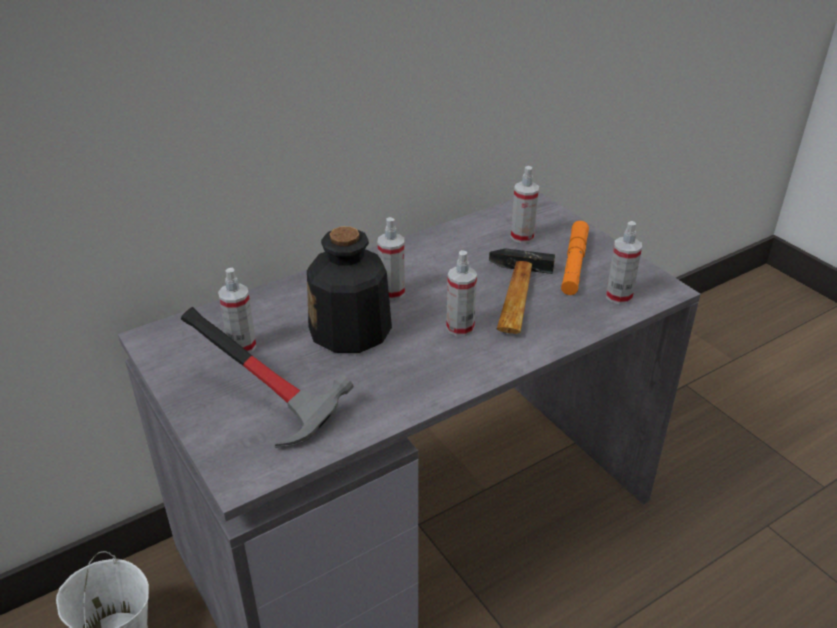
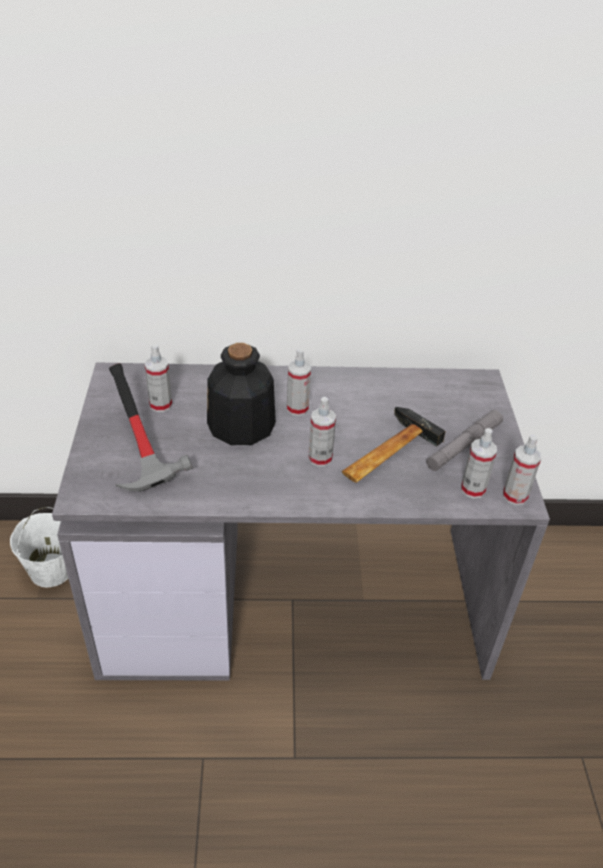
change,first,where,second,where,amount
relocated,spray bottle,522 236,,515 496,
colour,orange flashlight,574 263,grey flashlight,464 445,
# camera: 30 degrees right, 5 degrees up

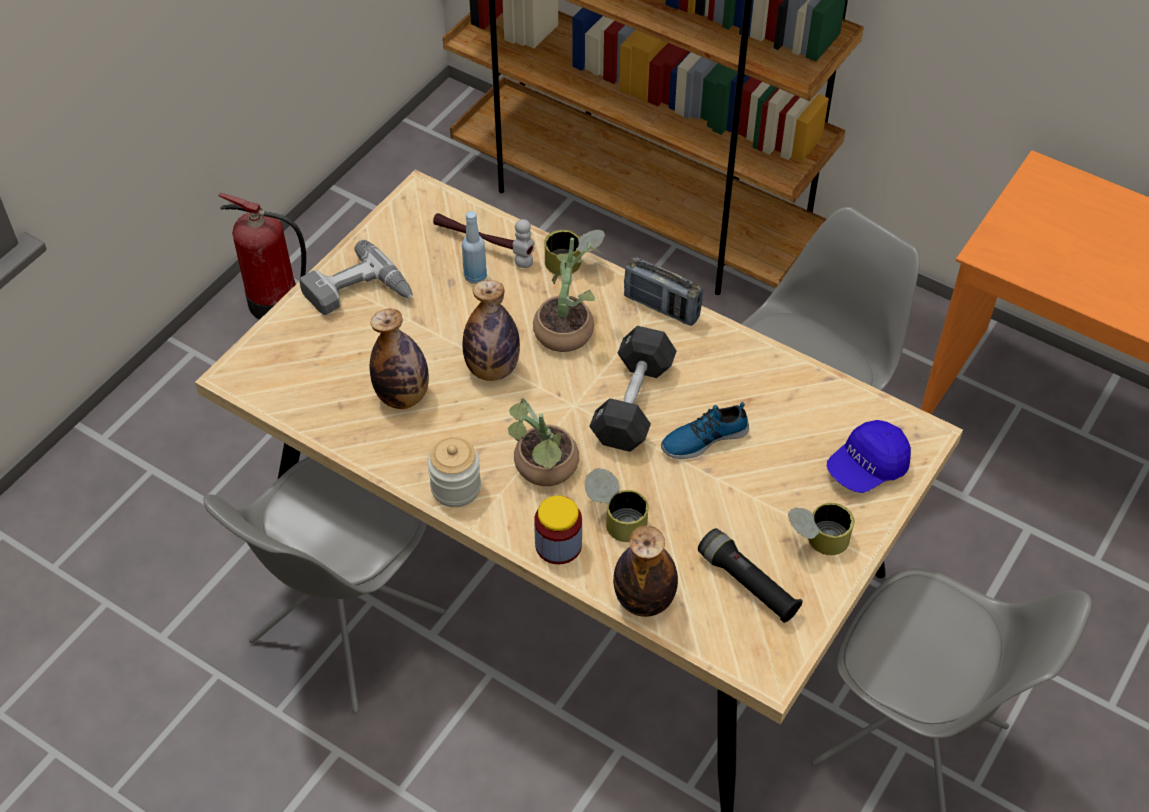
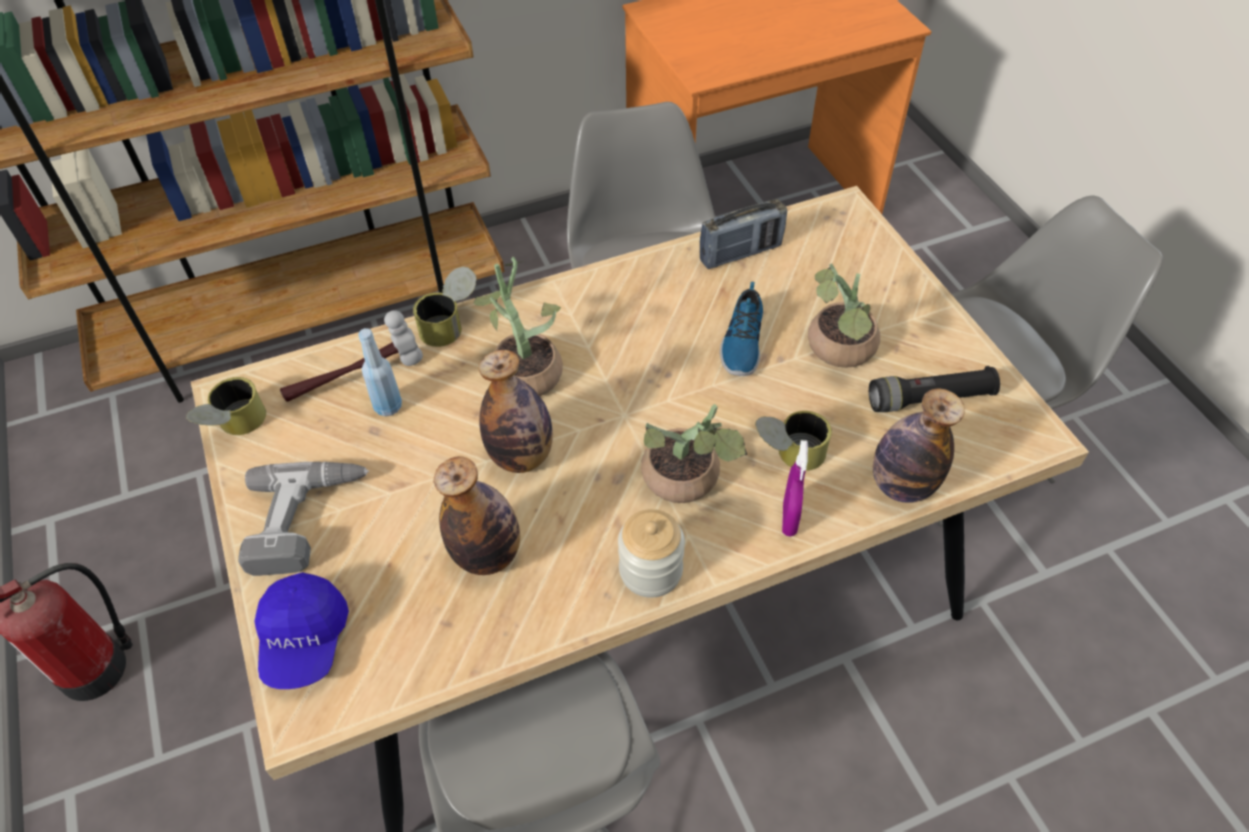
change,first,where,second,where,amount
missing,black dumbbell,633 403,,,
appeared,,,potted plant,838 352,
relocated,radio,661 307,,740 253,
relocated,can,816 540,,235 428,
relocated,blue cap,867 467,,304 640,
exchanged,jar,558 545,purple spray bottle,789 519,
# camera: 55 degrees left, 0 degrees up

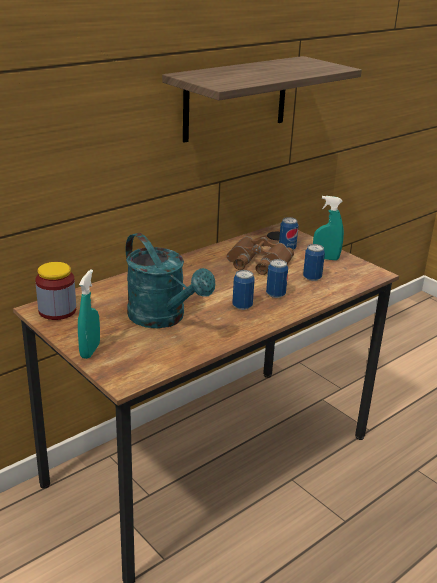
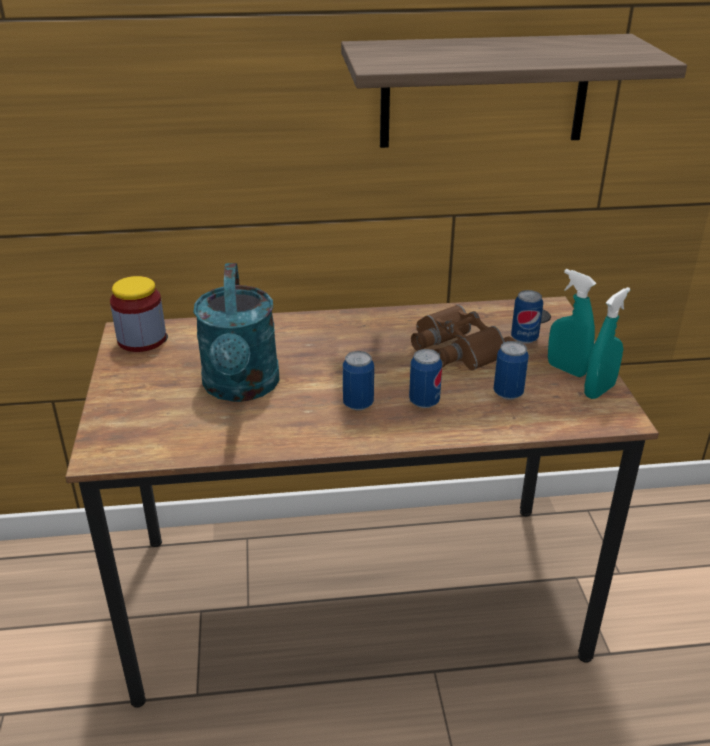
change,first,where,second,where,amount
relocated,turquoise spray bottle,90 351,,599 390,
# camera: 35 degrees right, 5 degrees up

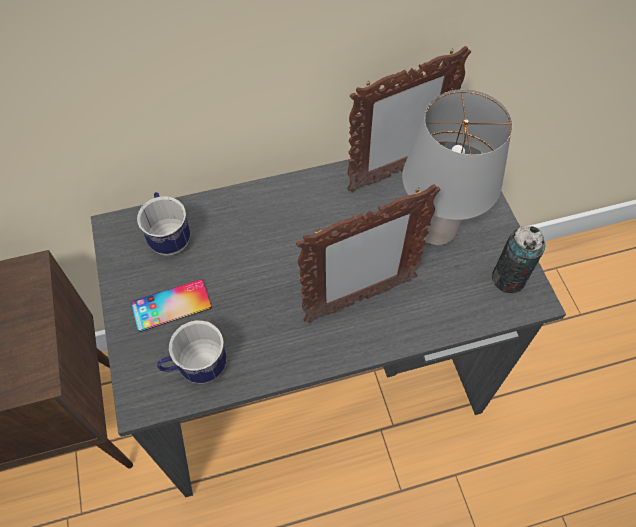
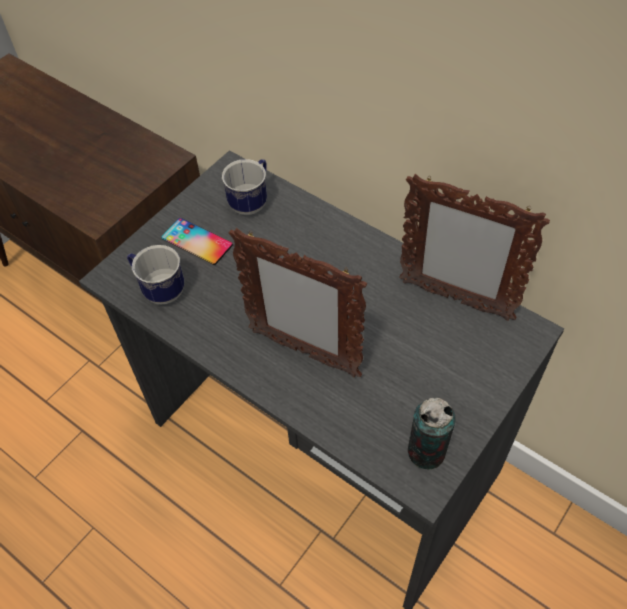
change,first,where,second,where,amount
missing,grey table lamp,435 229,,,
# camera: 55 degrees right, 5 degrees down

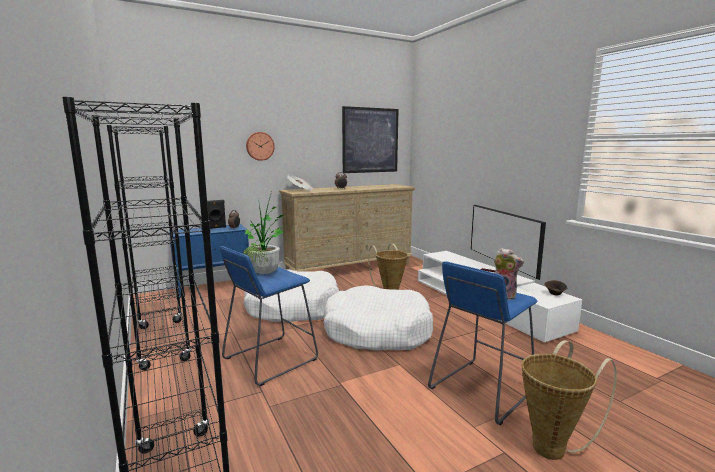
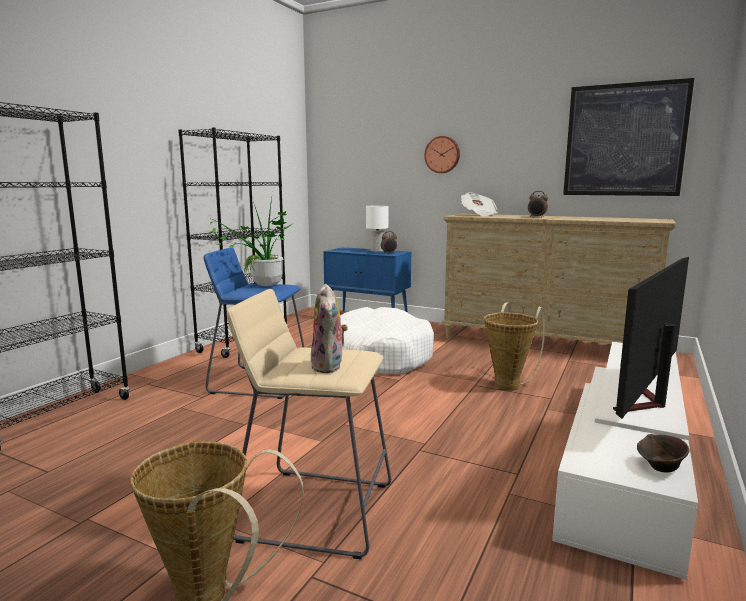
change,first,where,second,where,amount
missing,white dog bed,377 331,,,
exchanged,black speaker,215 228,white table lamp,377 251,
colour,blue stool,482 390,beige stool,316 510,
# camera: 55 degrees right, 0 degrees up

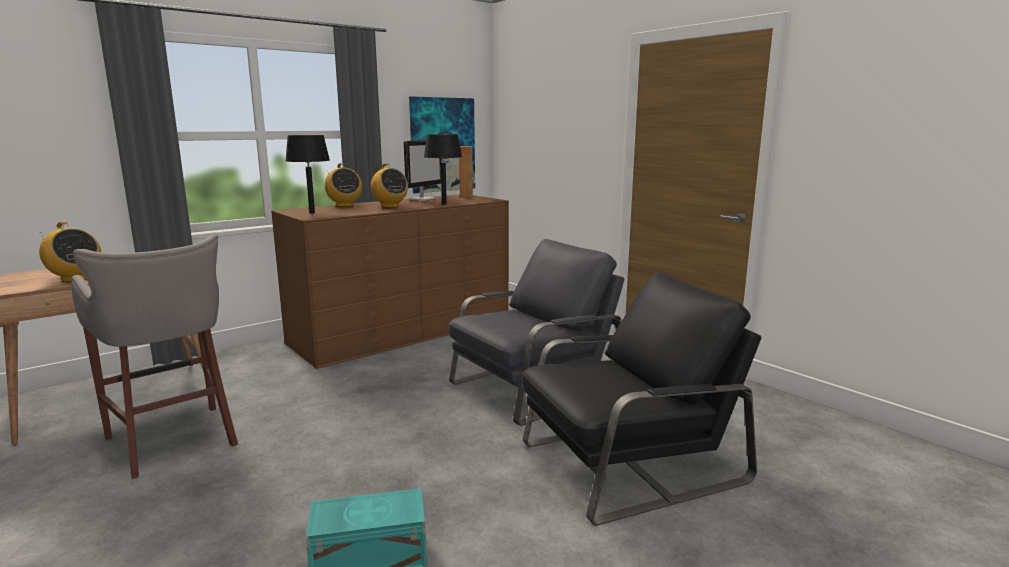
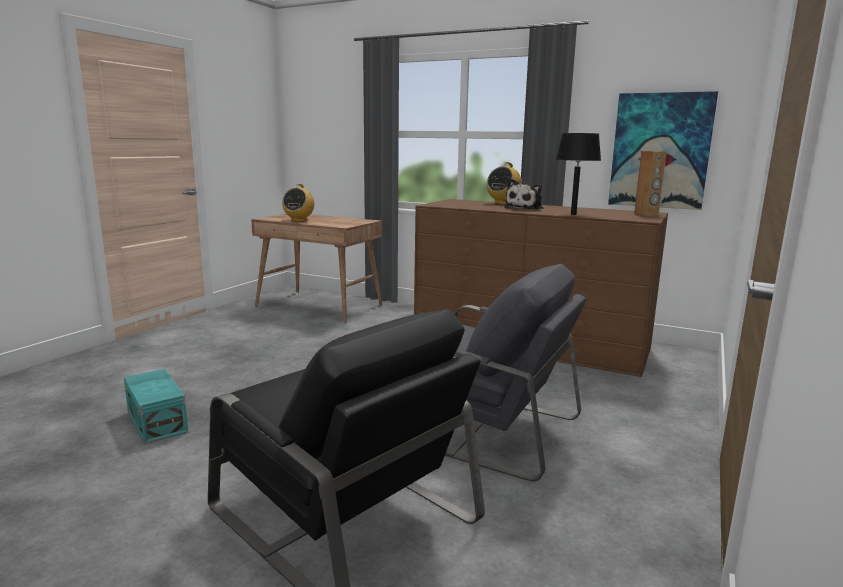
change,first,where,second,where,amount
missing,grey stool,175 441,,,
missing,black table lamp,312 213,,,
missing,monitor,422 199,,,
exchanged,radio,390 206,plush toy,525 208,
# camera: 65 degrees right, 0 degrees up

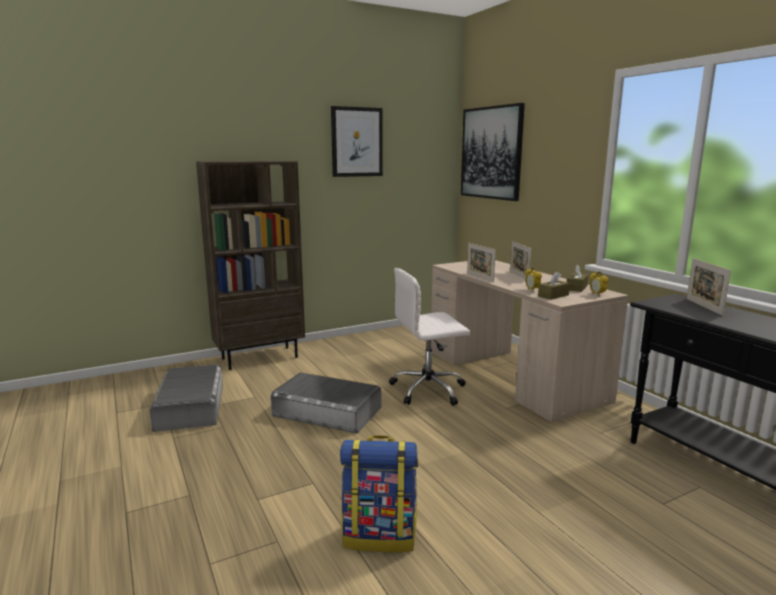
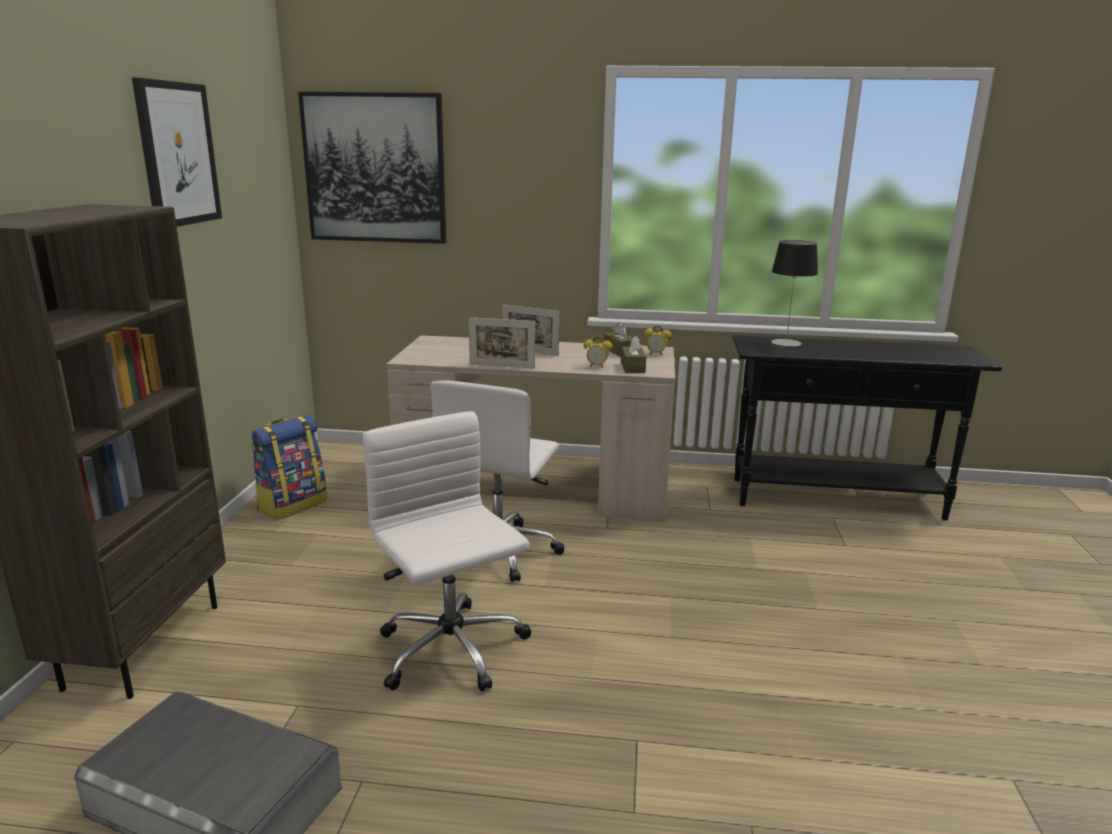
change,first,where,second,where,amount
relocated,backpack,380 535,,292 505,
exchanged,grey storage box,327 411,white office chair,452 651,
exchanged,picture frame,703 306,table lamp,786 343,
# camera: 55 degrees left, 5 degrees up

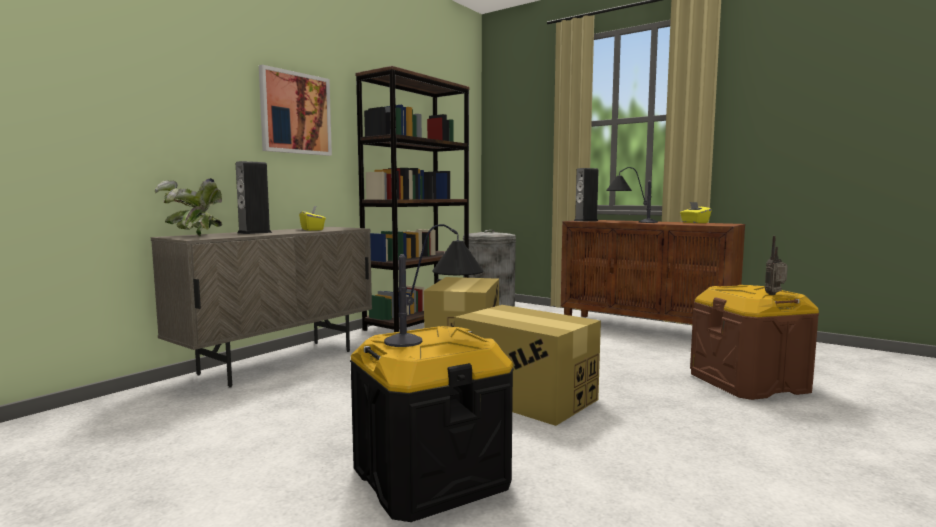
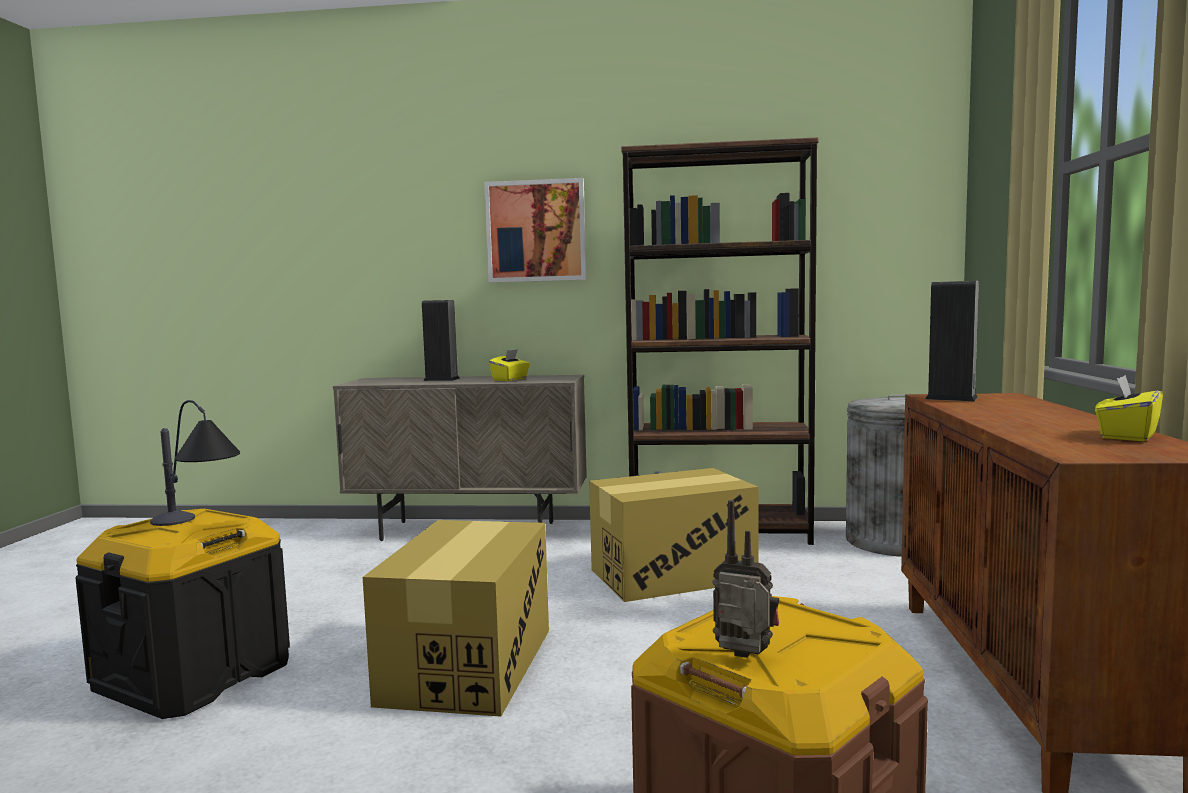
change,first,where,second,where,amount
missing,potted plant,194 236,,,
missing,table lamp,628 222,,,
# camera: 60 degrees right, 0 degrees up

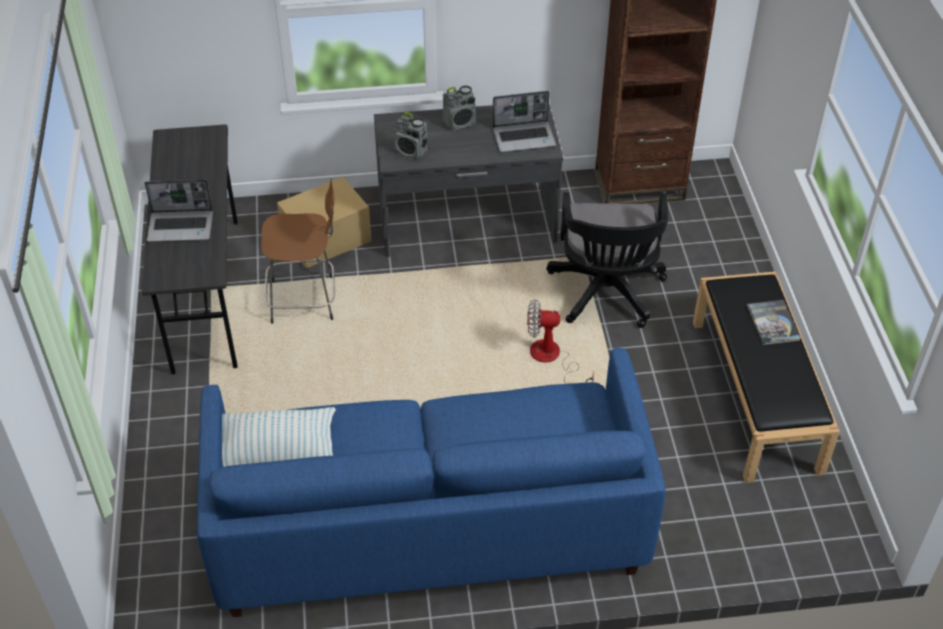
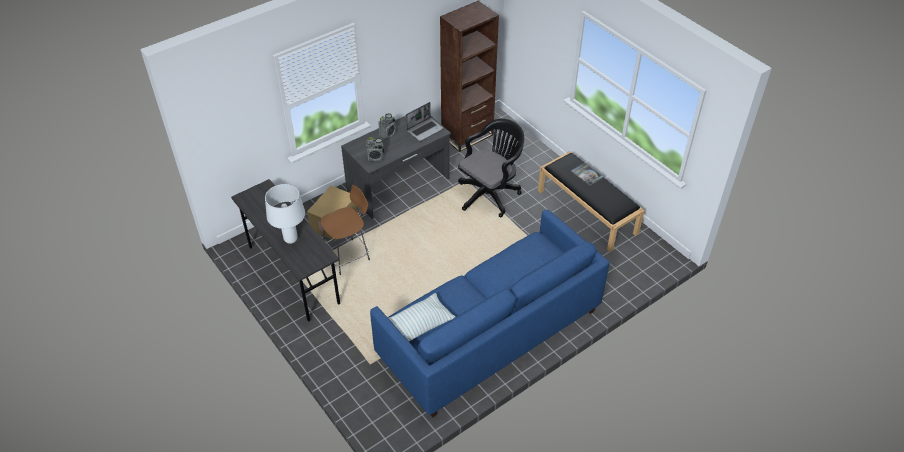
change,first,where,second,where,amount
missing,fan,552 359,,,
exchanged,laptop,181 226,white table lamp,291 239,
spun,black office chair,606 294,,490 194,105 degrees counterclockwise
# camera: 30 degrees left, 0 degrees up

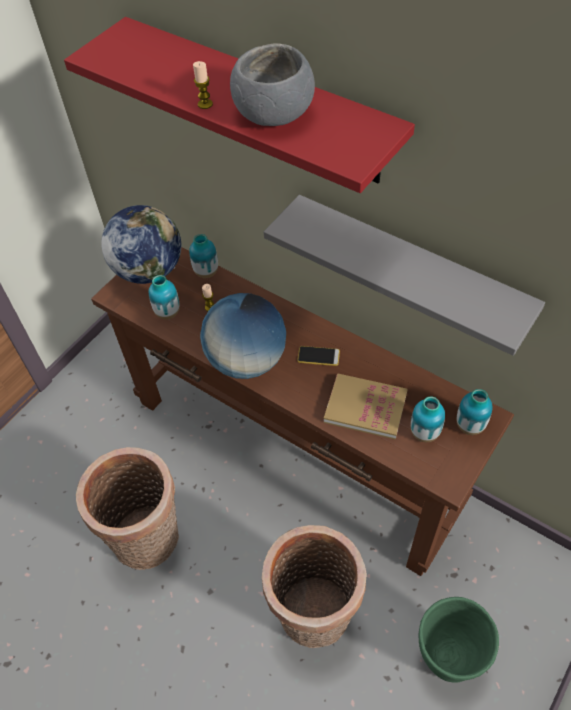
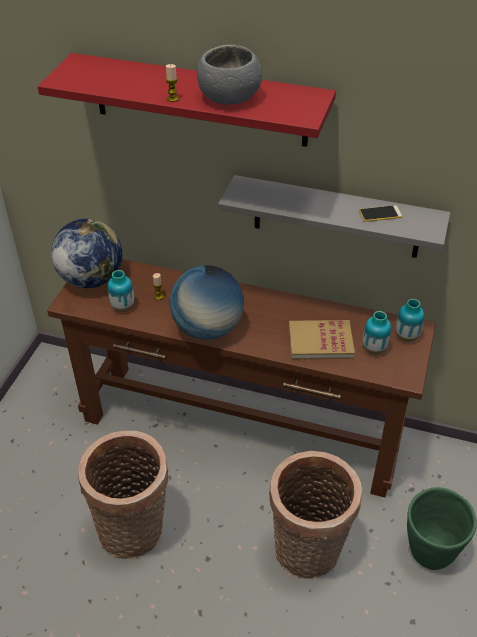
change,first,where,second,where,amount
missing,vase,206 272,,,
relocated,phone,318 356,,380 214,
# camera: 20 degrees left, 10 degrees down

